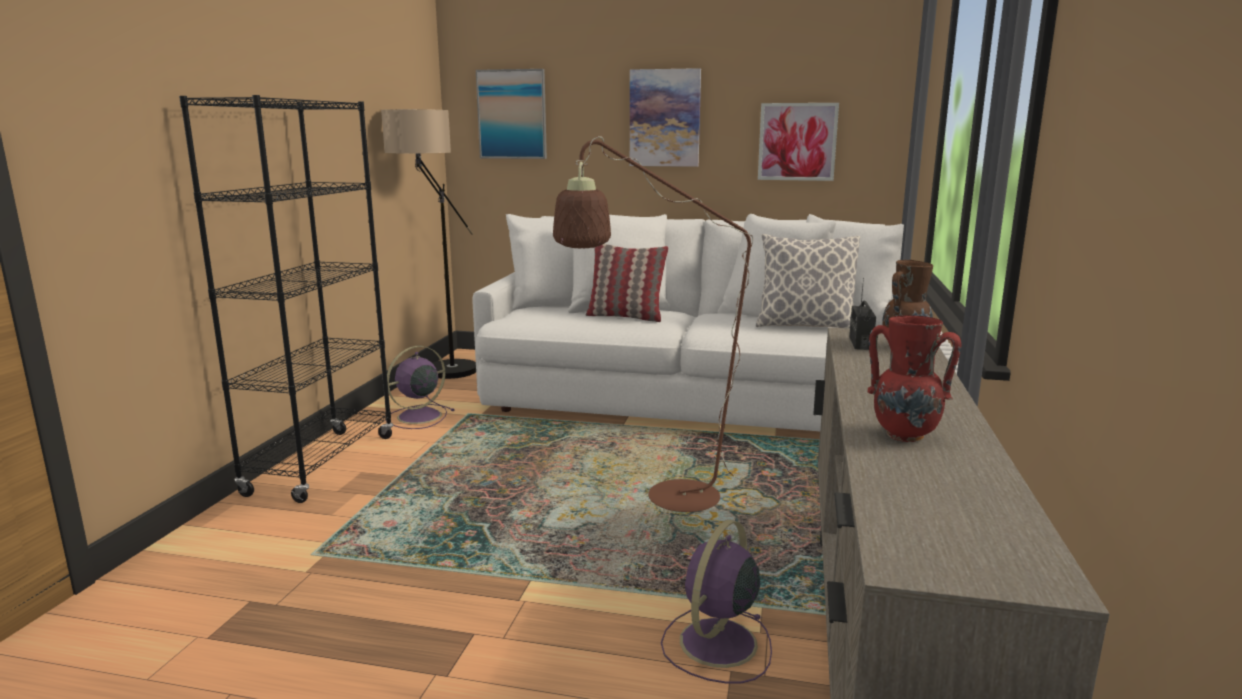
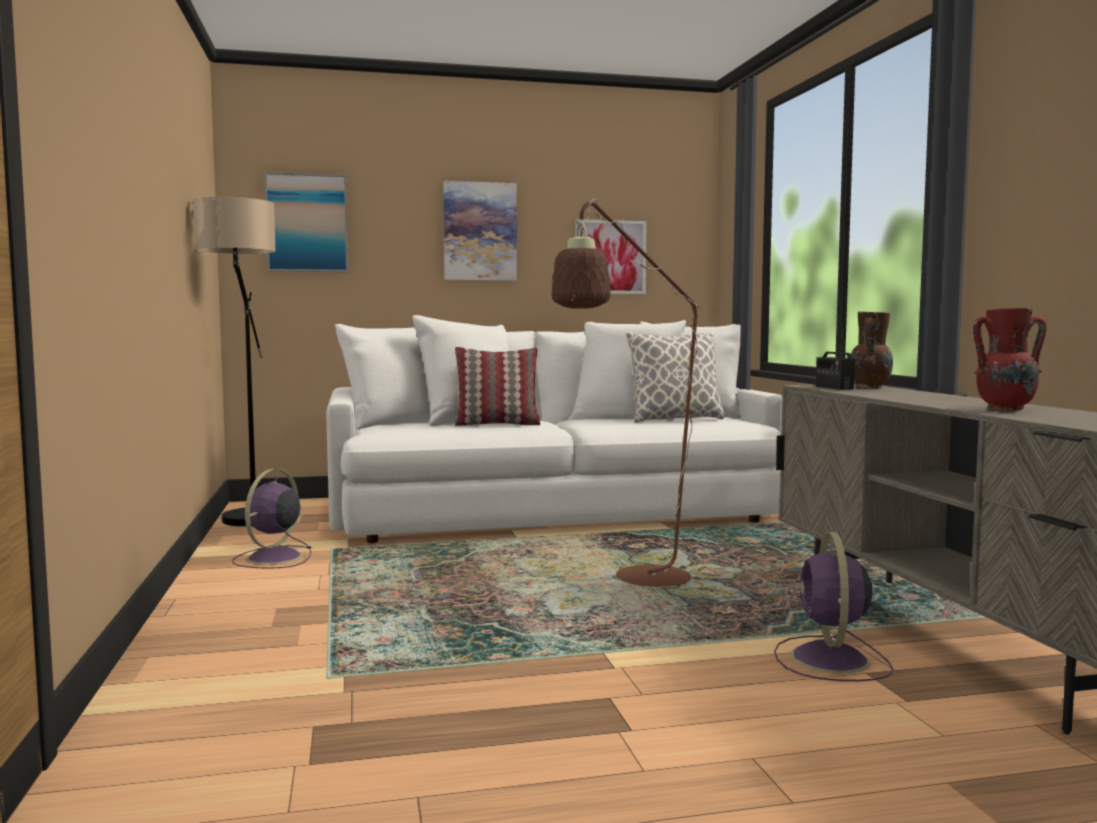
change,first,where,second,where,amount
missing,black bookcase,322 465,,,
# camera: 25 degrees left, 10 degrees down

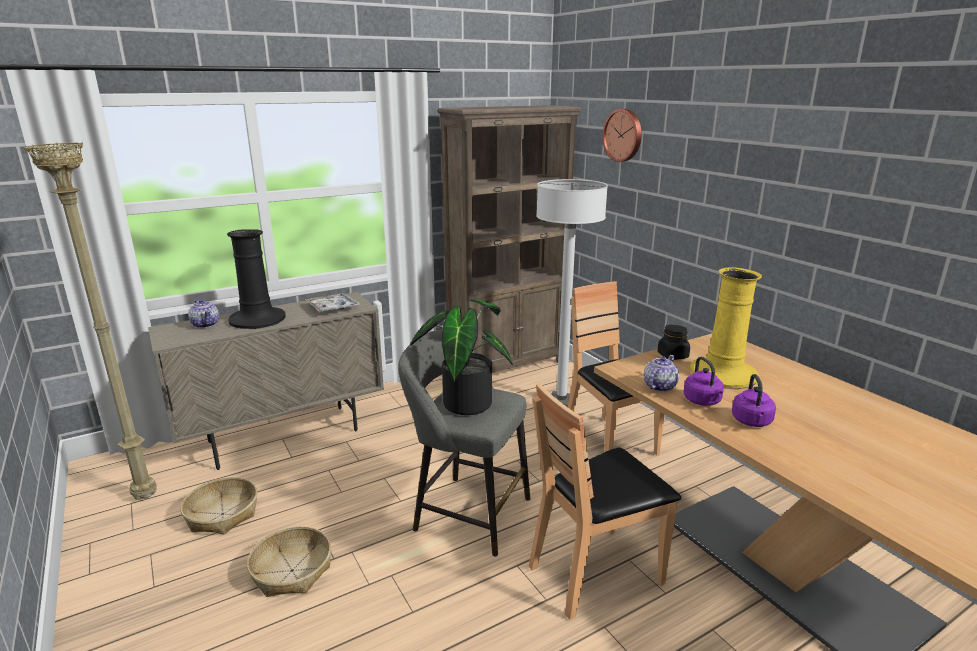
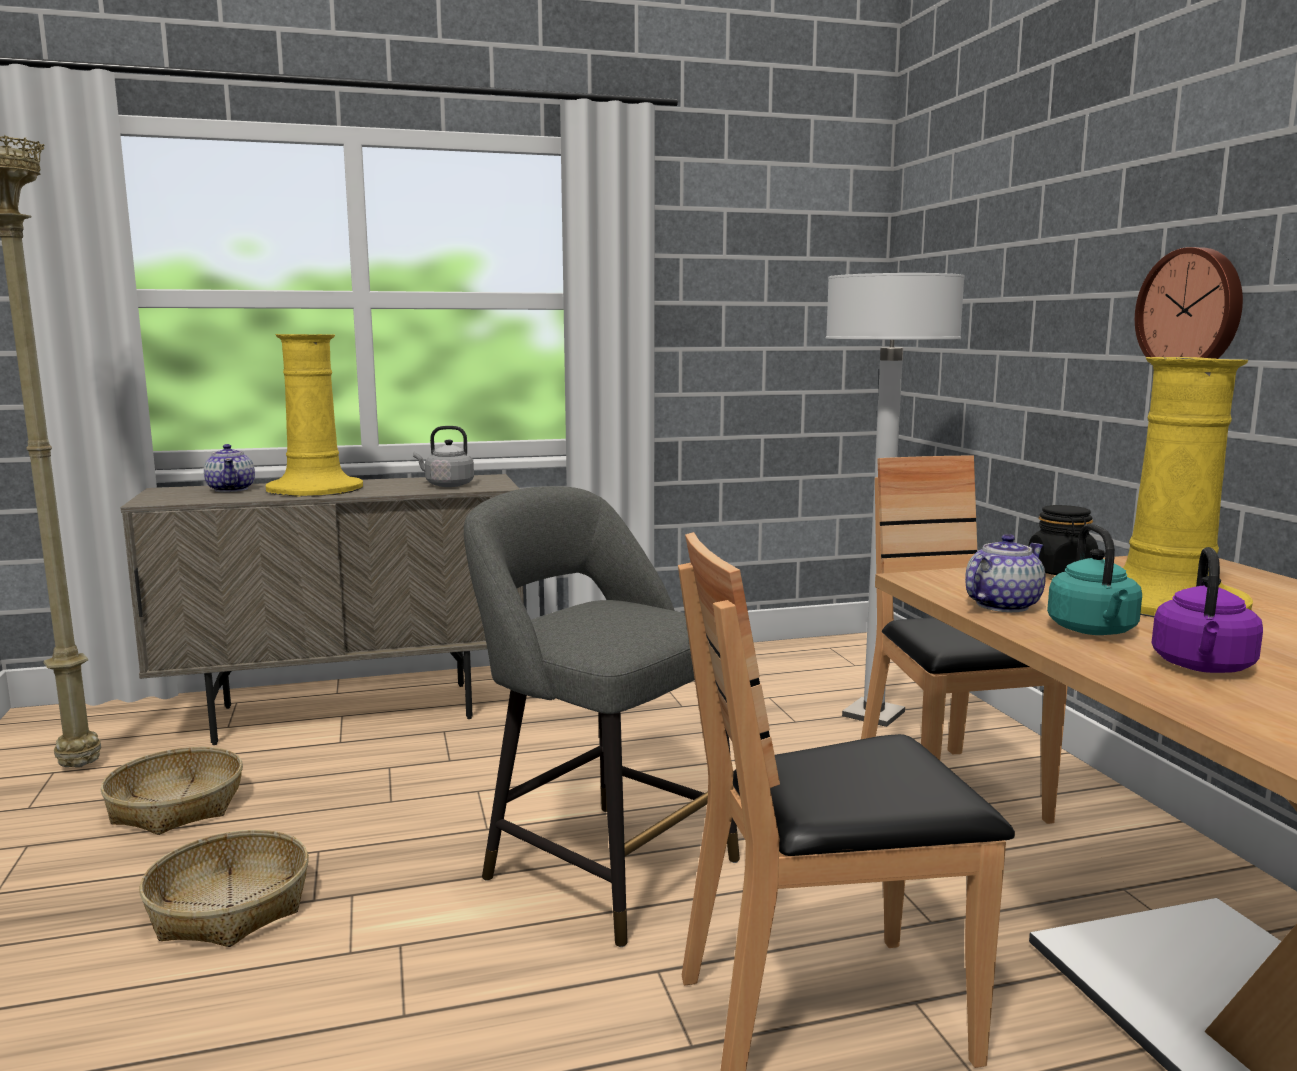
change,first,where,second,where,amount
missing,potted plant,463 401,,,
missing,brown bookcase,507 366,,,
relocated,wall clock,623 135,,1192 310,
exchanged,tray,333 308,grey kettle,447 485,
colour,black vase,257 319,yellow vase,314 489,
colour,purple kettle,703 401,turquoise kettle,1093 631,
# camera: 15 degrees right, 10 degrees down

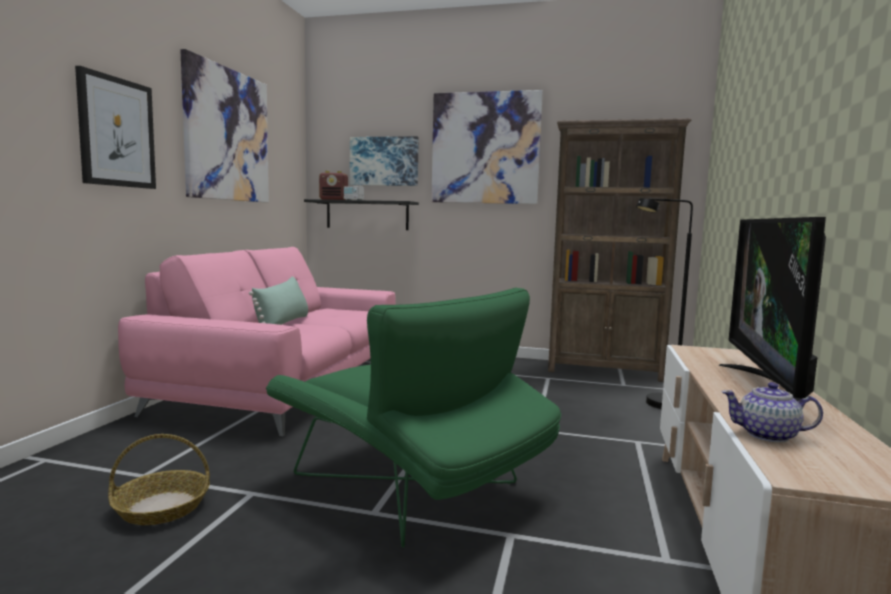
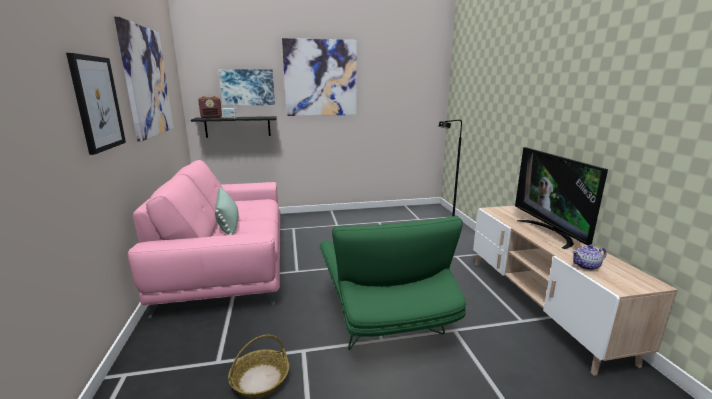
change,first,where,second,where,amount
missing,brown bookcase,605 371,,,
spun,green armchair,414 487,,385 317,60 degrees clockwise
# camera: 25 degrees left, 10 degrees up

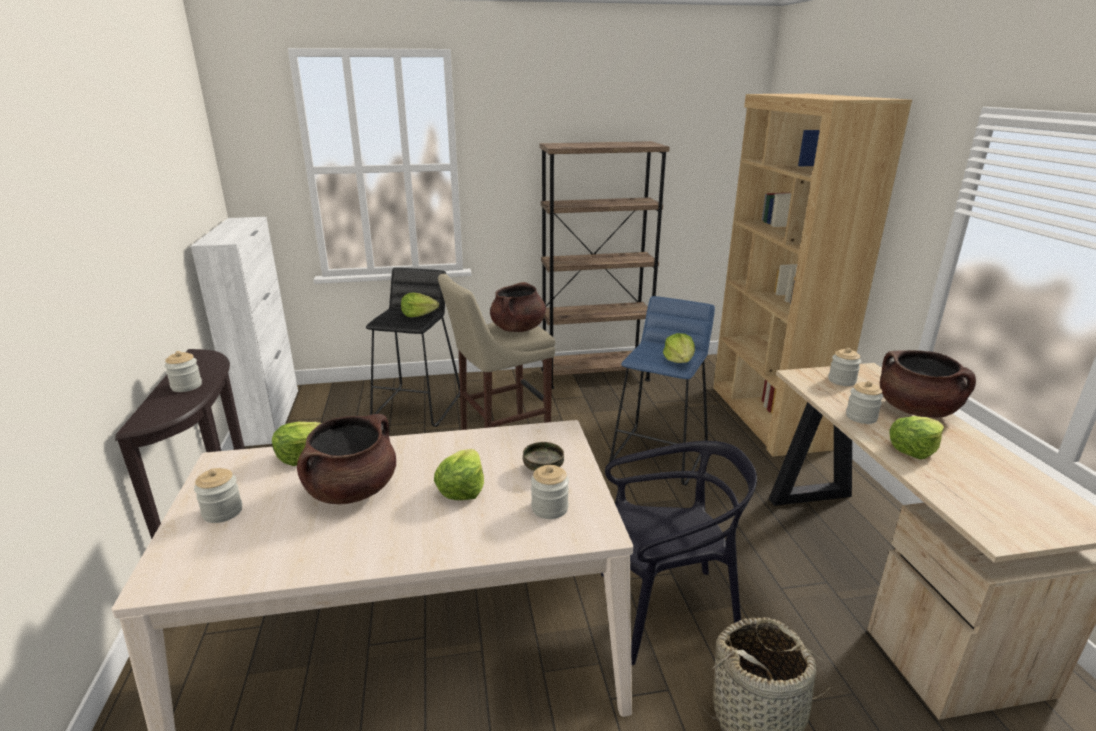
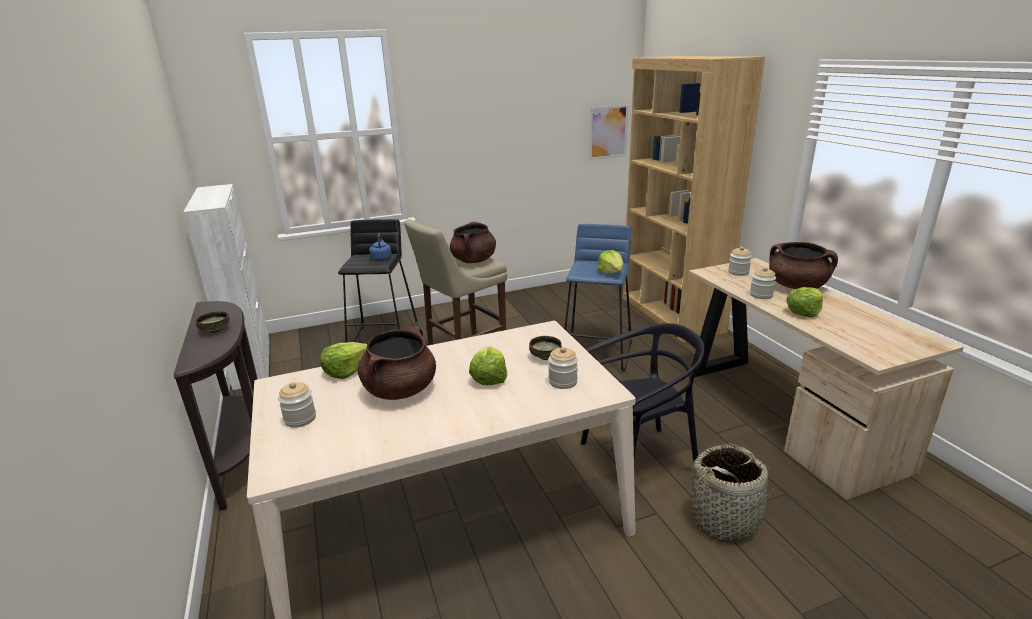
change,first,where,second,where,amount
missing,brown bookcase,595 375,,,
appeared,,,picture,608 132,
exchanged,jar,186 386,bowl,215 330,
exchanged,lettuce,418 314,blue kettle,381 258,
# camera: 10 degrees left, 0 degrees up

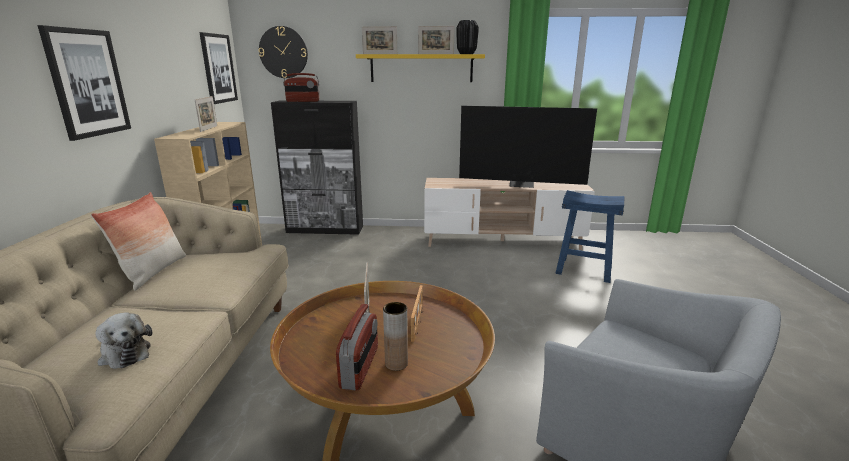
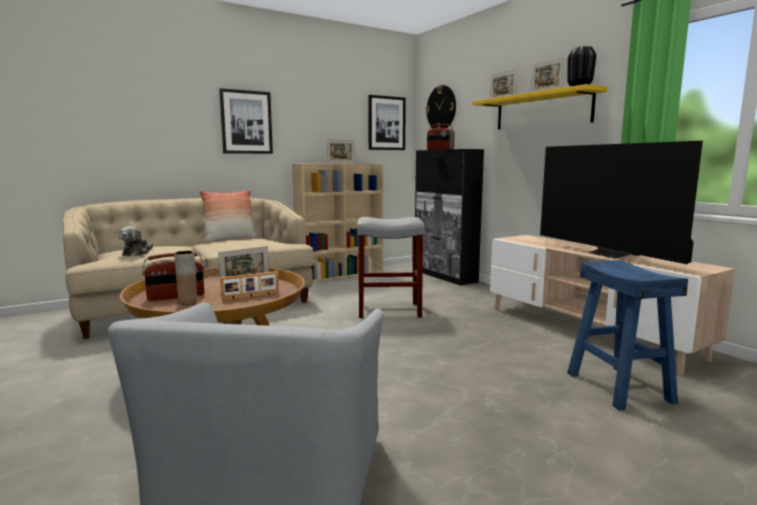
change,first,where,second,where,amount
appeared,,,grey stool,390 310,
# camera: 55 degrees right, 10 degrees down

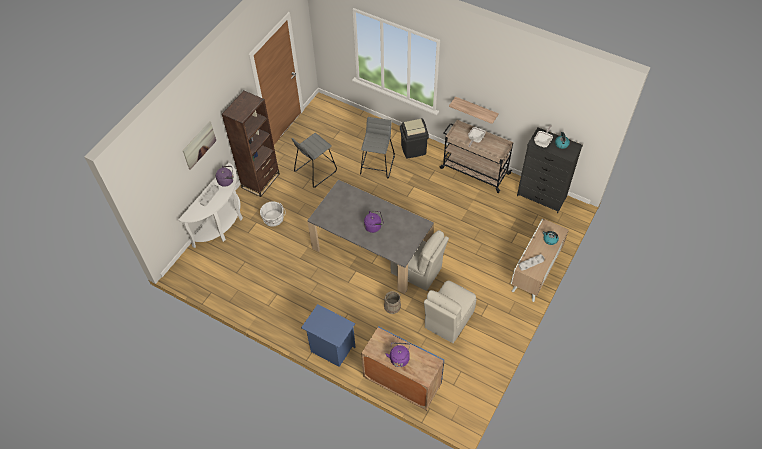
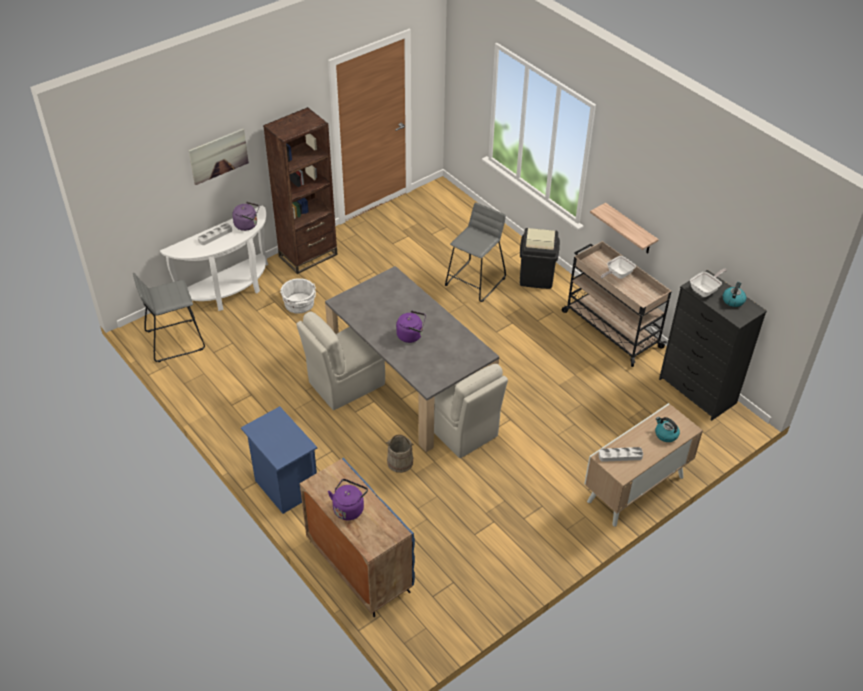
change,first,where,second,where,amount
relocated,grey stool,315 171,,175 340,
relocated,beige chair,448 320,,344 384,
# camera: 20 degrees right, 10 degrees down

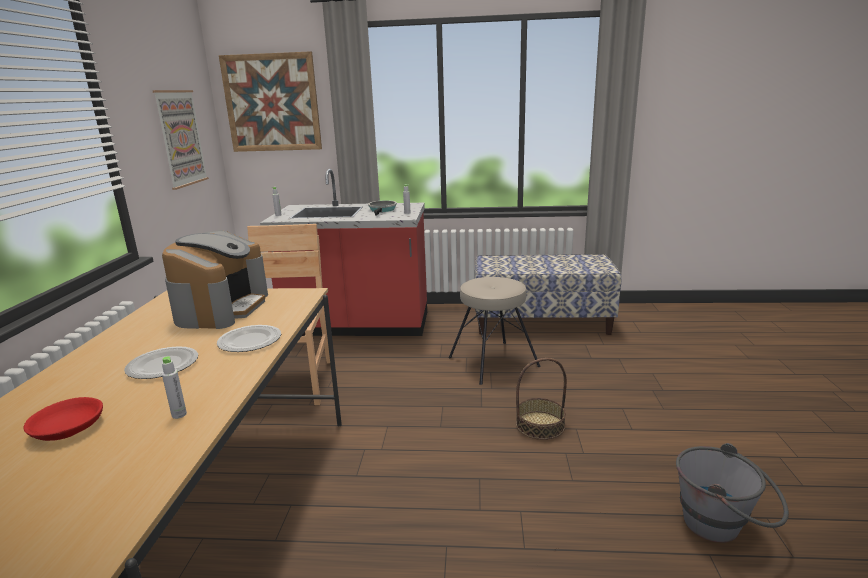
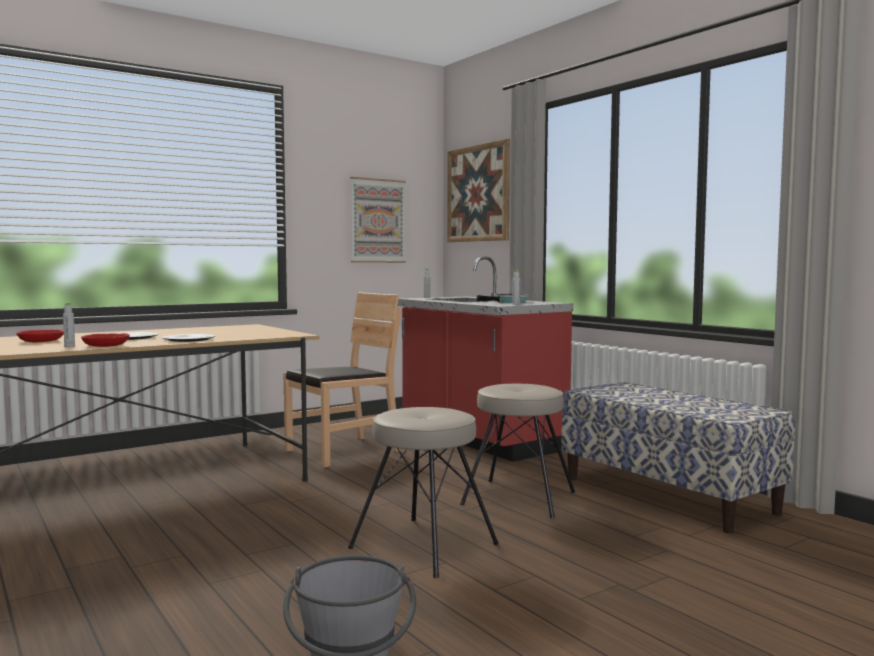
change,first,where,second,where,amount
missing,coffee machine,222 308,,,
appeared,,,red bowl,106 345,
exchanged,basket,540 425,beige stool,424 545,
# camera: 50 degrees right, 15 degrees down

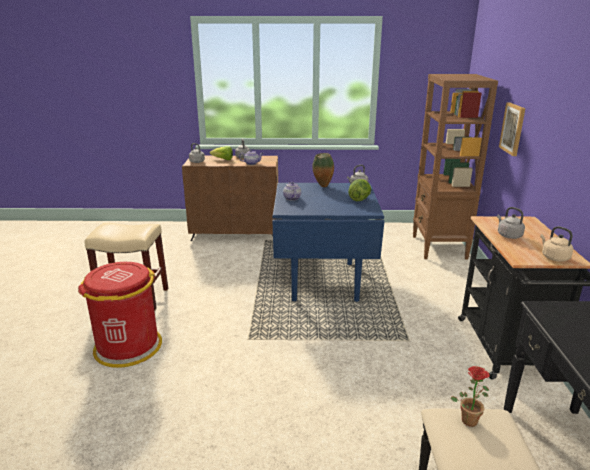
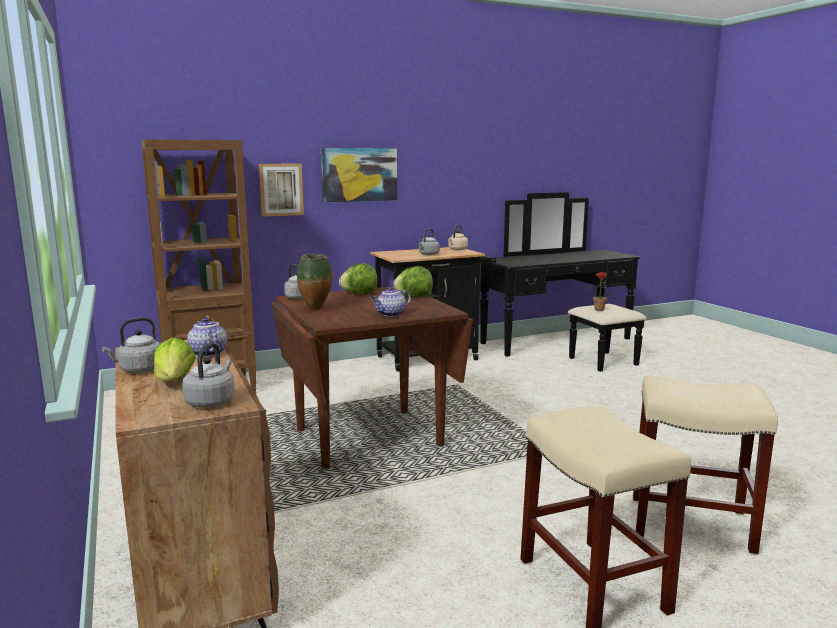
change,first,where,second,where,amount
appeared,,,picture,359 175,
appeared,,,lettuce,414 297,
exchanged,red trash can,128 347,beige stool,689 524,
colour,blue dining table,323 281,brown dining table,369 438,
# camera: 115 degrees left, 10 degrees down

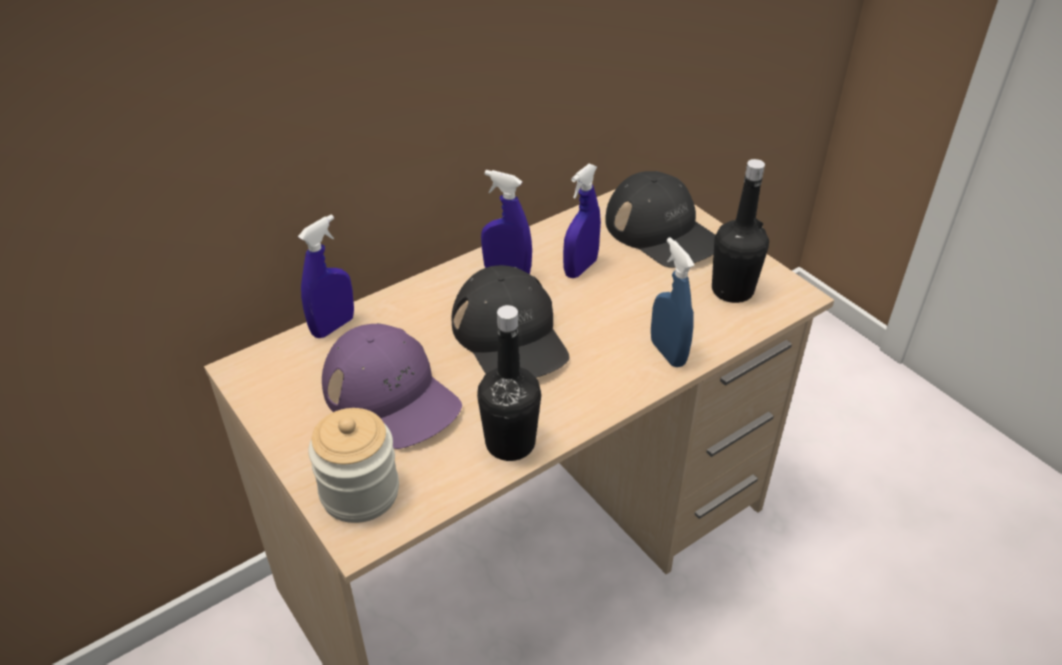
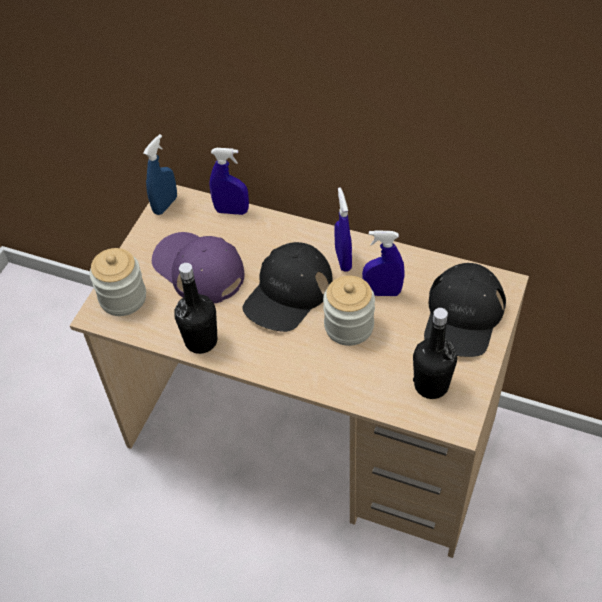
change,first,where,second,where,amount
appeared,,,jar,349 326,
relocated,blue spray bottle,667 353,,165 205,
spun,purple cap,391 395,,198 269,120 degrees clockwise
# camera: 60 degrees right, 10 degrees up

